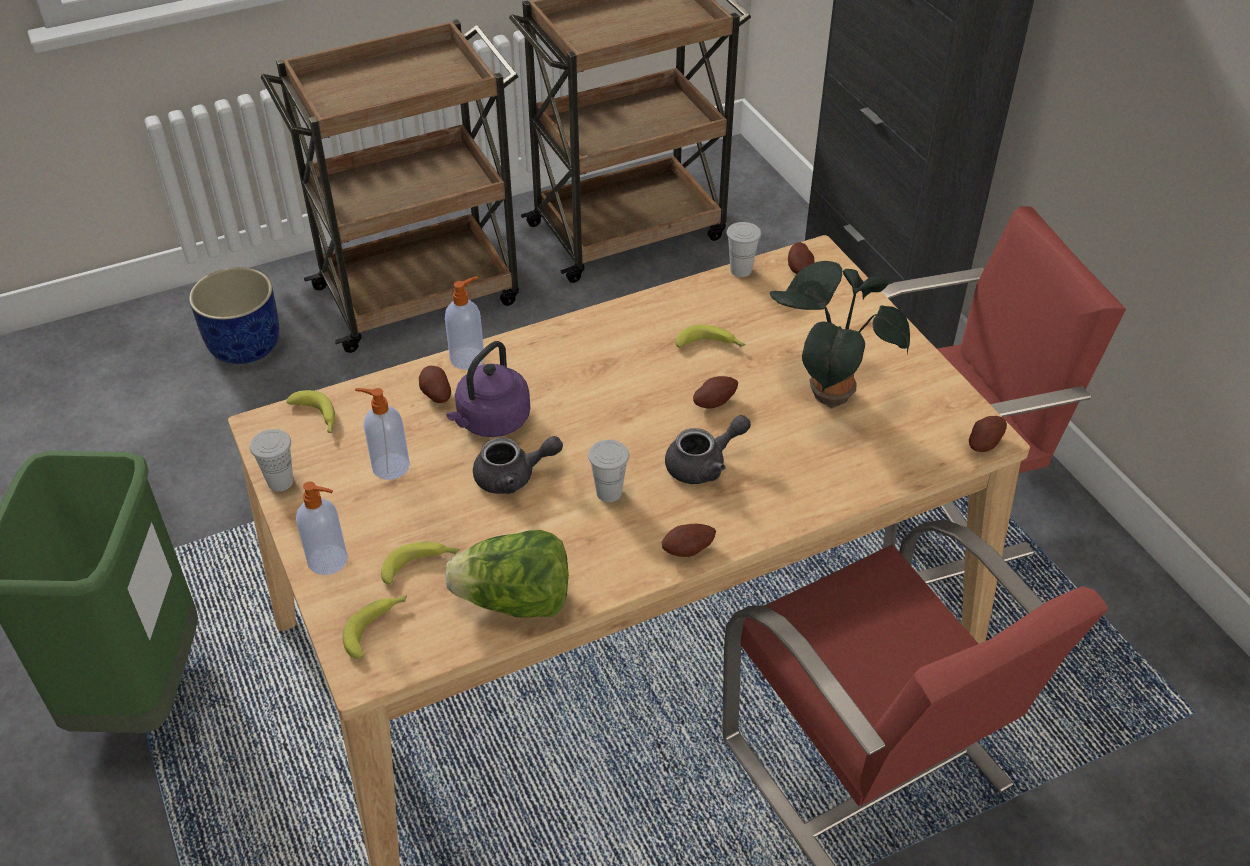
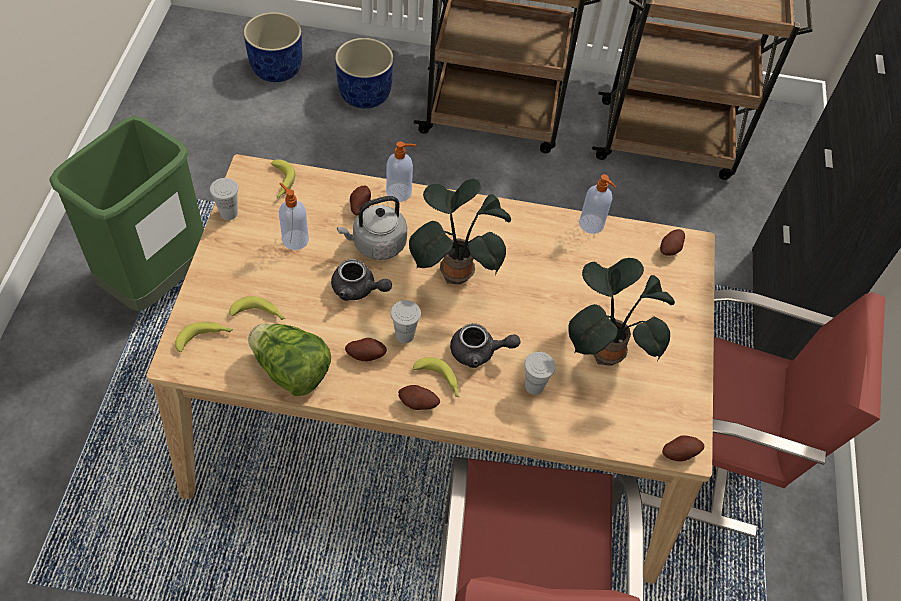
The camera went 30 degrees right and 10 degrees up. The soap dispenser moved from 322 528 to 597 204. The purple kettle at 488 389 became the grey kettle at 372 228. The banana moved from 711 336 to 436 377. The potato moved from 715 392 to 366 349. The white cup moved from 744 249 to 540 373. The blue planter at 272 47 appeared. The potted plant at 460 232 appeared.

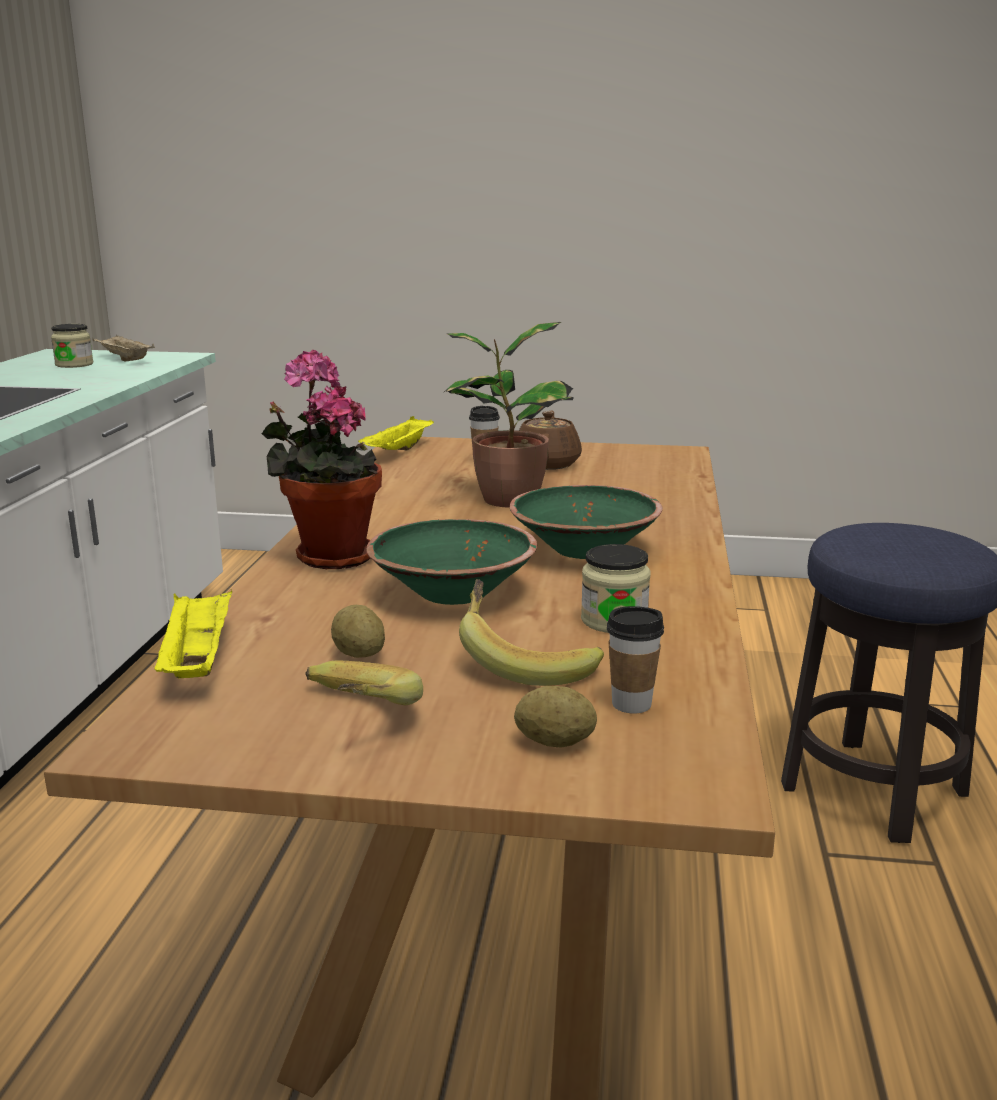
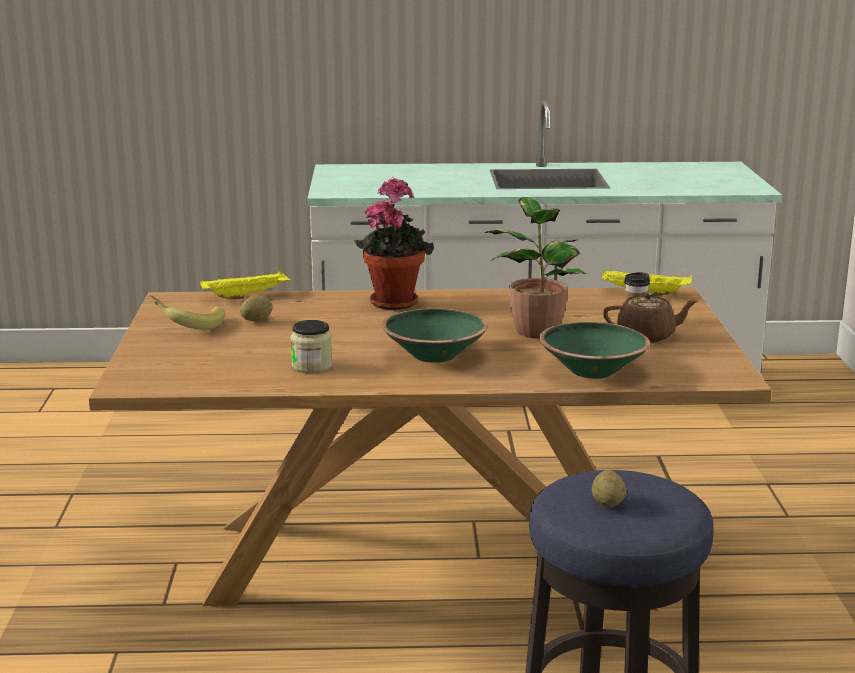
The camera went 80 degrees right and 0 degrees up. The jar at 72 346 disappeared. The beige tray at 124 347 disappeared. The green bowl moved from 451 562 to 595 350. The banana at 531 632 disappeared. The potato moved from 555 717 to 609 488. The cup at 635 660 disappeared.

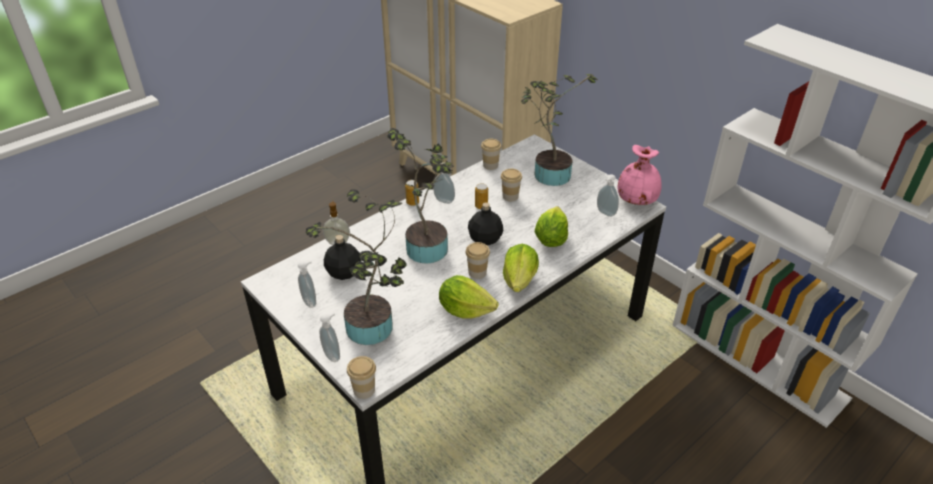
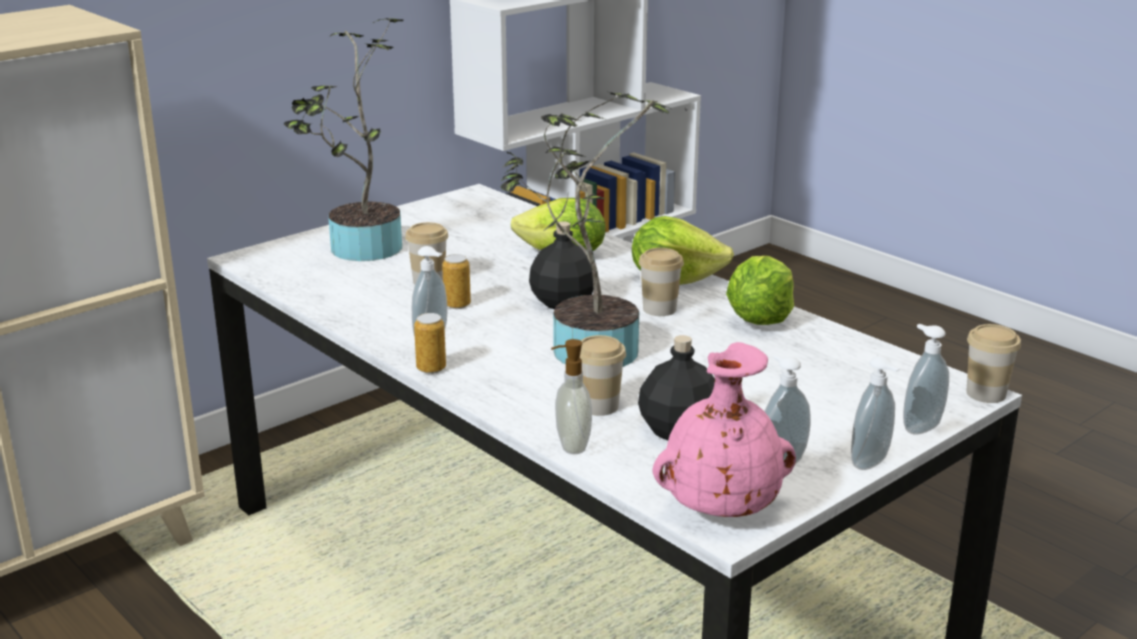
The camera went 90 degrees left and 15 degrees down. The potted plant at 356 267 disappeared. The cup moved from 491 154 to 602 375. The soap dispenser moved from 608 195 to 876 413. The pink vase moved from 640 175 to 724 429.

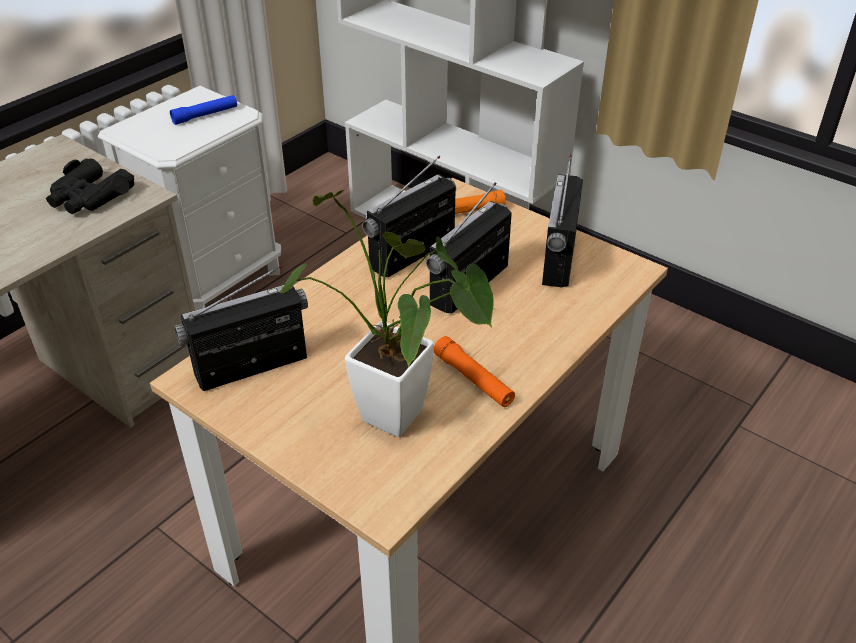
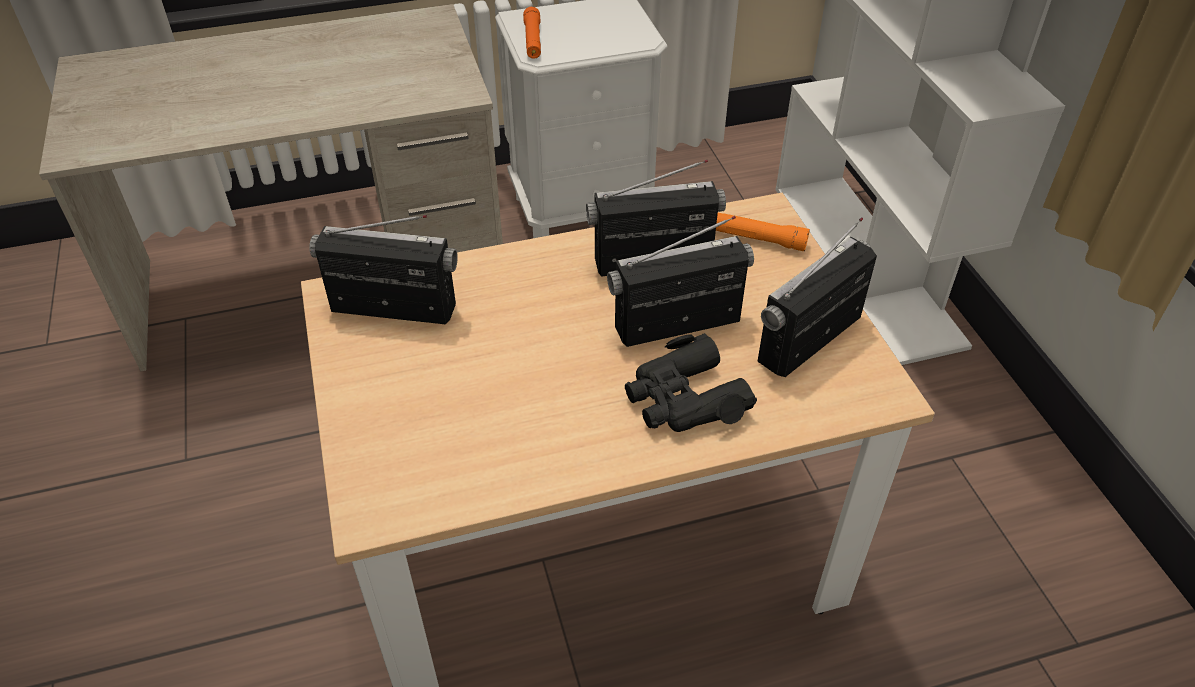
The camera went 35 degrees right and 5 degrees up. The black binoculars moved from 90 186 to 691 382. The blue flashlight at 203 110 disappeared. The potted plant at 387 313 disappeared. The orange flashlight moved from 474 371 to 532 33.

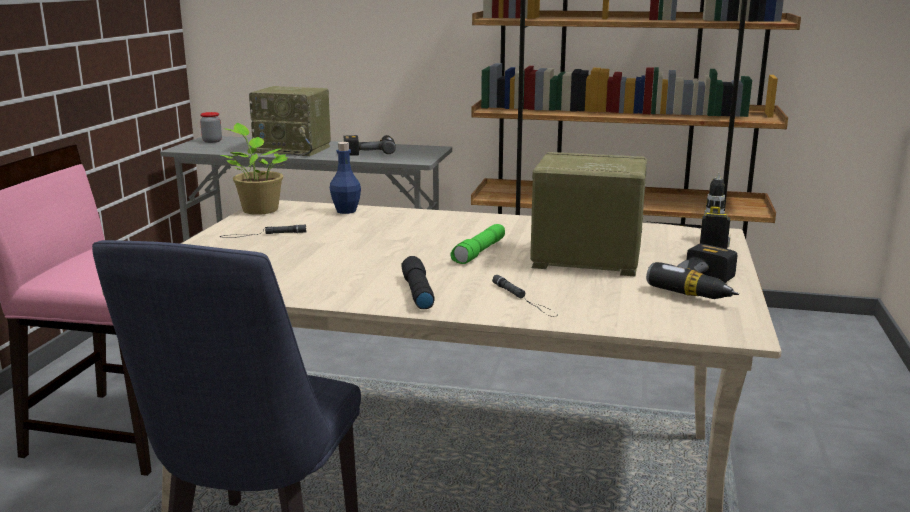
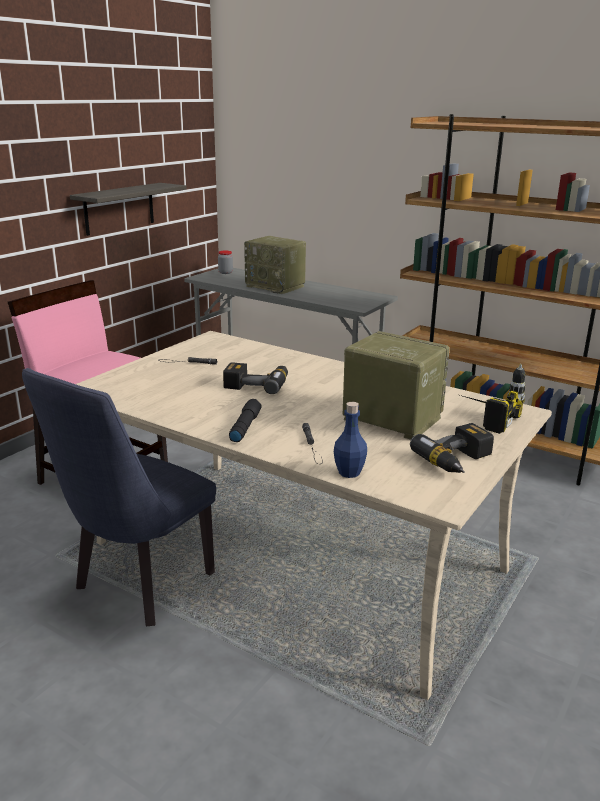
The camera went 20 degrees right and 5 degrees up. The potted plant at 254 169 disappeared. The blue bottle moved from 345 178 to 350 440. The power drill moved from 370 145 to 255 378. The green flashlight at 477 244 disappeared. The shelf at 128 209 appeared.

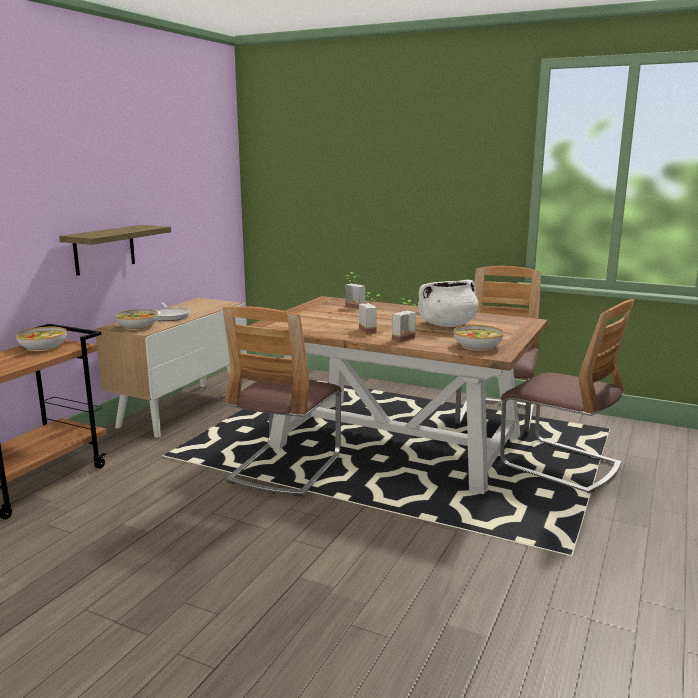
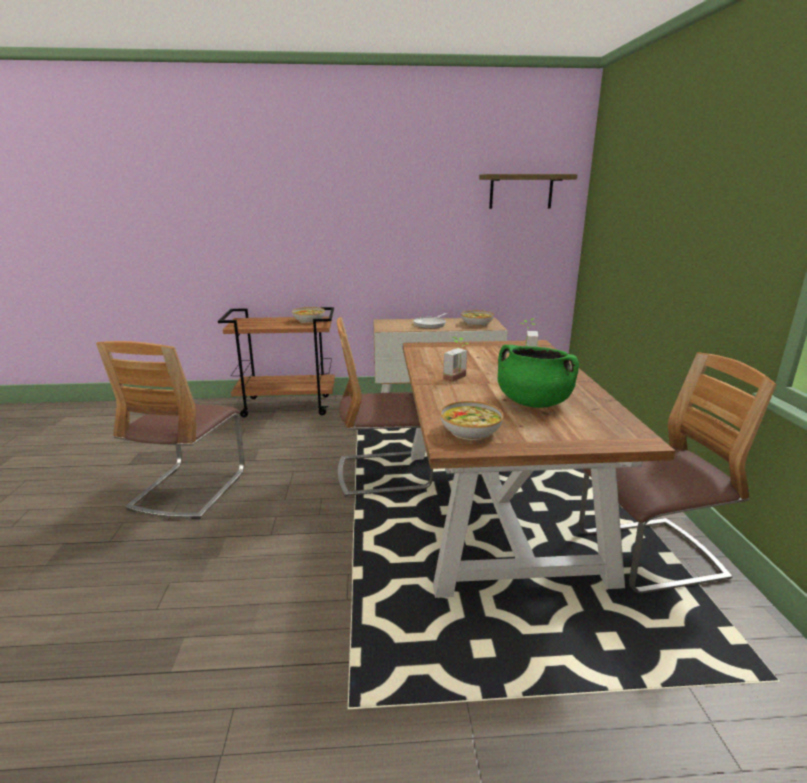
The camera went 60 degrees right and 5 degrees up. The shelf moved from 115 250 to 528 191. The bowl moved from 136 319 to 477 318. The potted plant at 404 320 disappeared. The white cooking pot at 448 303 became the green cooking pot at 538 376. The chair moved from 567 396 to 170 430.

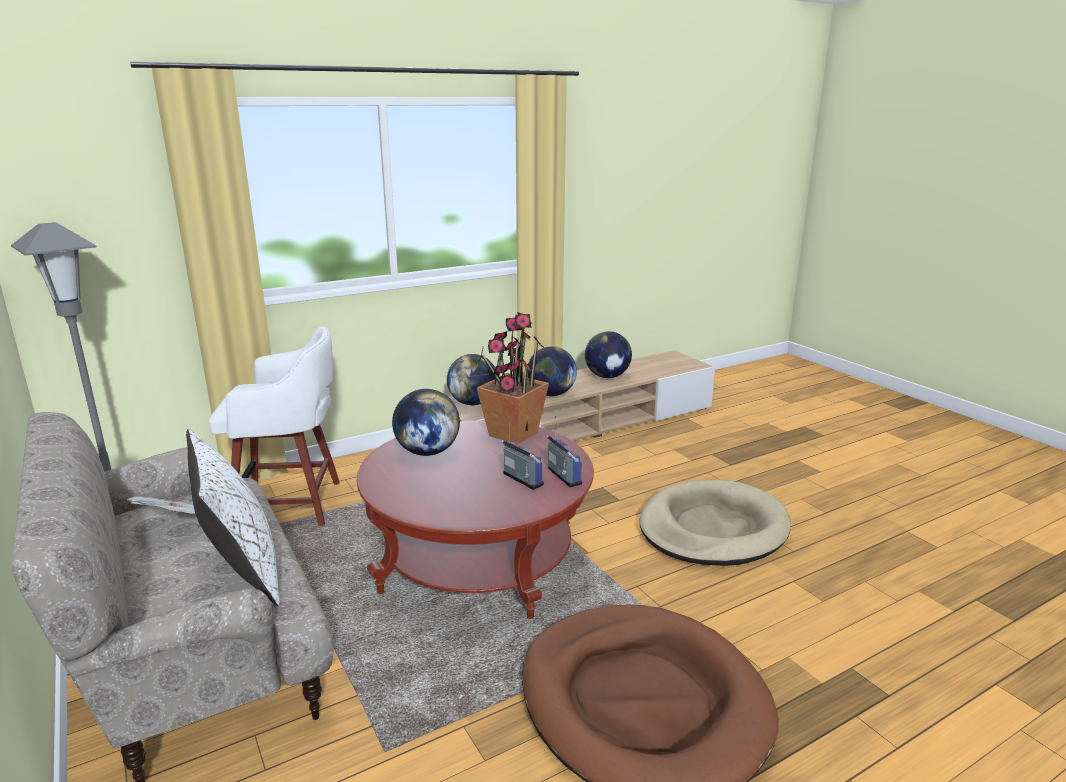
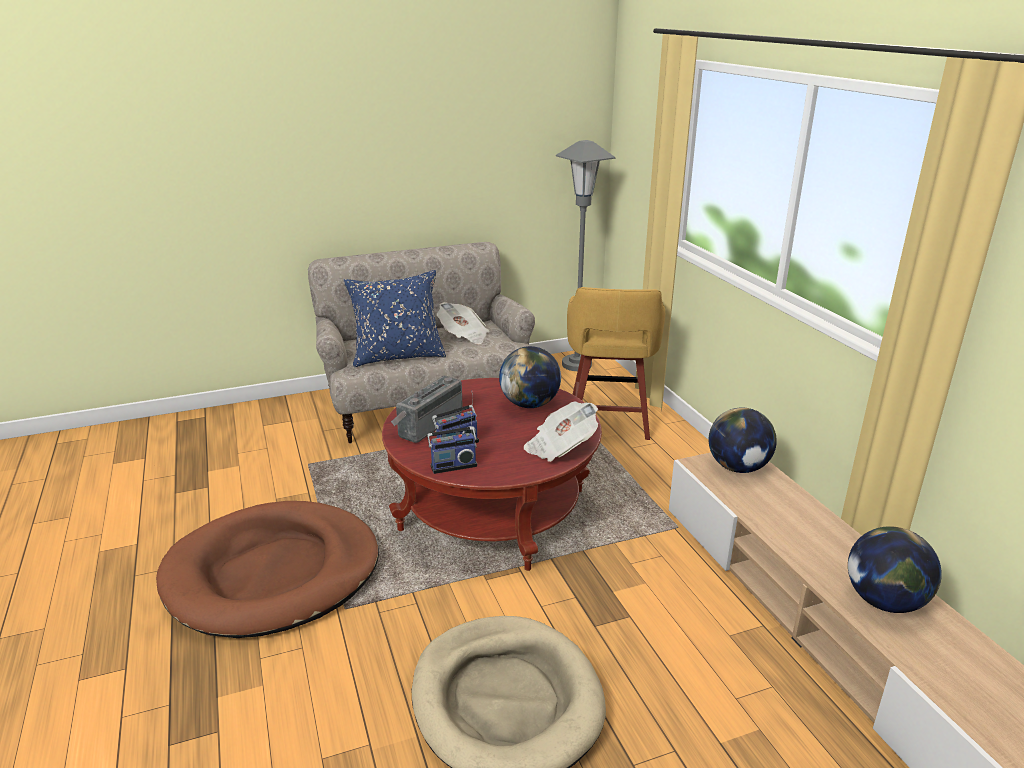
The camera went 100 degrees right and 5 degrees up. The white pillow at 233 517 became the blue pillow at 394 318. The white stool at 274 426 became the yellow stool at 616 363. The potted plant at 513 378 was replaced by the newspaper at 561 431. The globe at 552 371 disappeared. The radio at 427 409 appeared.

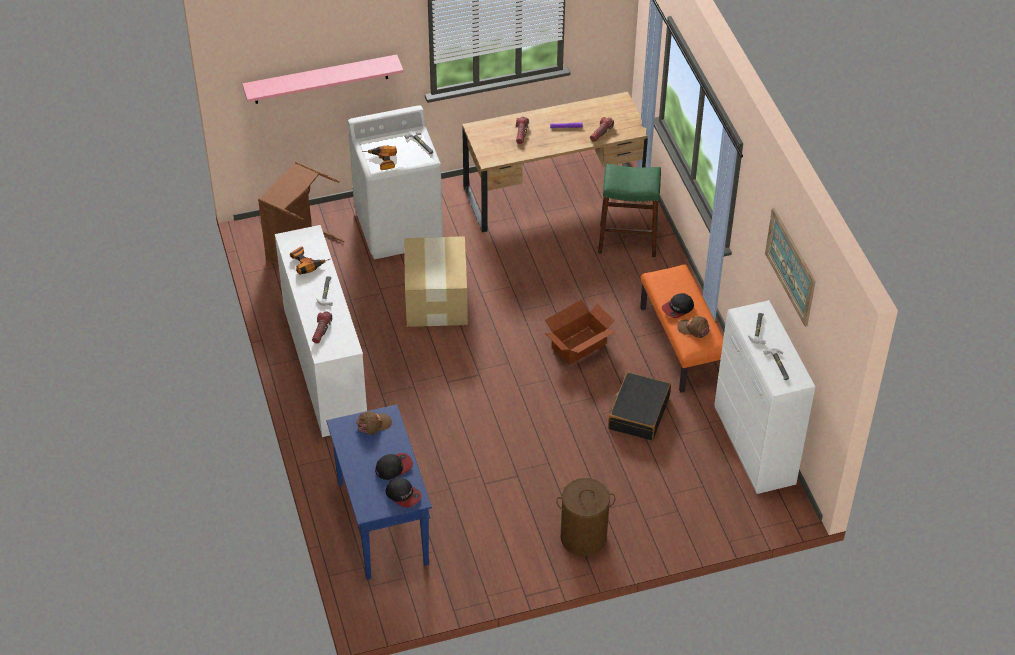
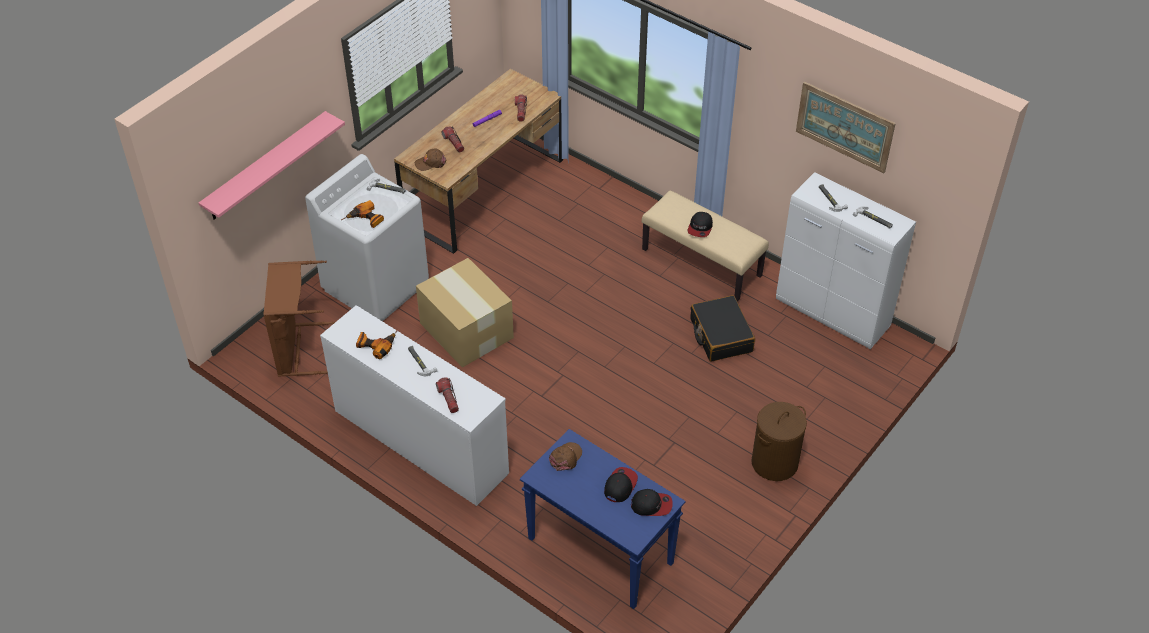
The camera went 35 degrees left and 0 degrees up. The cardboard box at 580 332 disappeared. The green stool at 629 210 disappeared. The orange bench at 681 328 became the beige bench at 705 246. The brown cap moved from 693 327 to 431 159.

